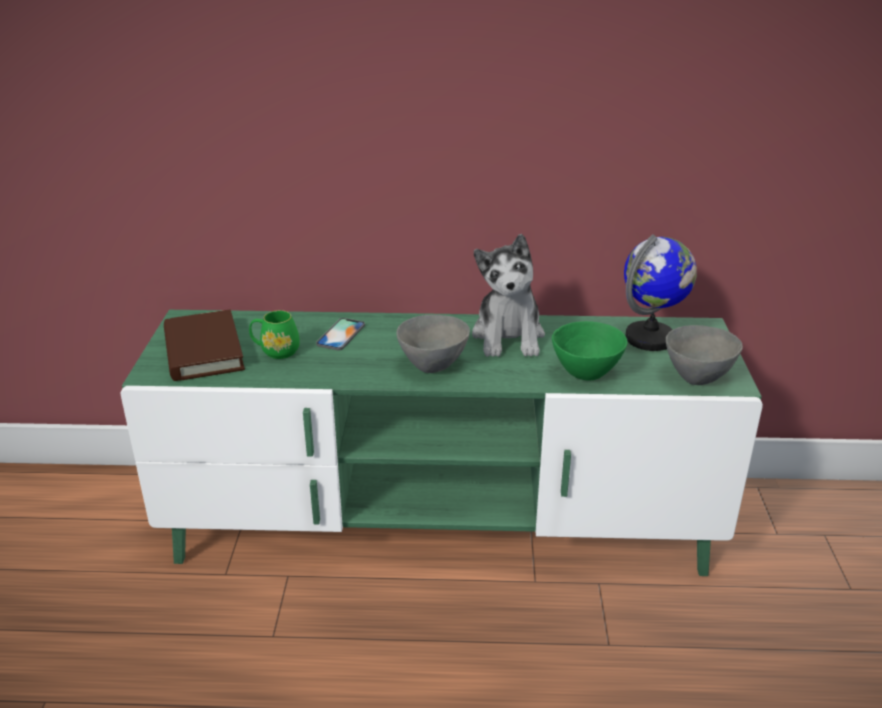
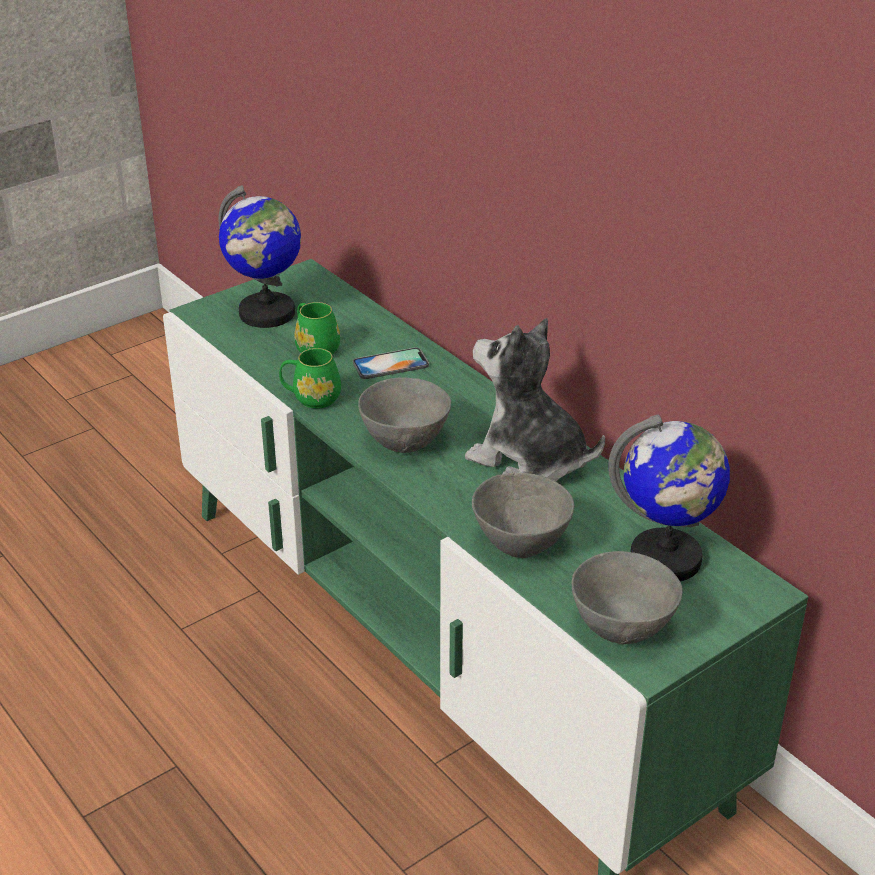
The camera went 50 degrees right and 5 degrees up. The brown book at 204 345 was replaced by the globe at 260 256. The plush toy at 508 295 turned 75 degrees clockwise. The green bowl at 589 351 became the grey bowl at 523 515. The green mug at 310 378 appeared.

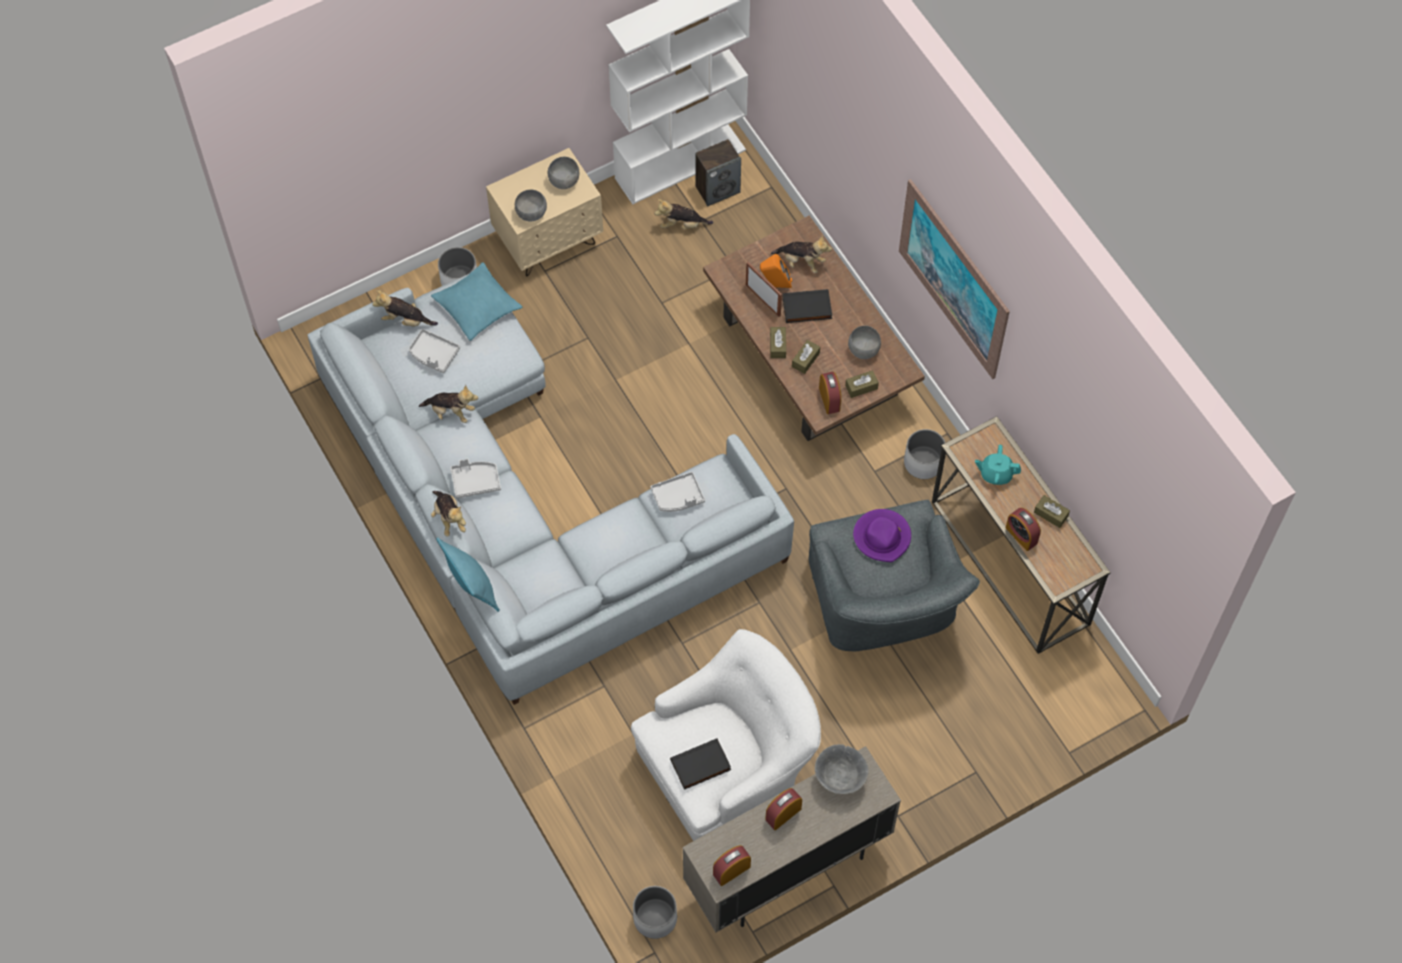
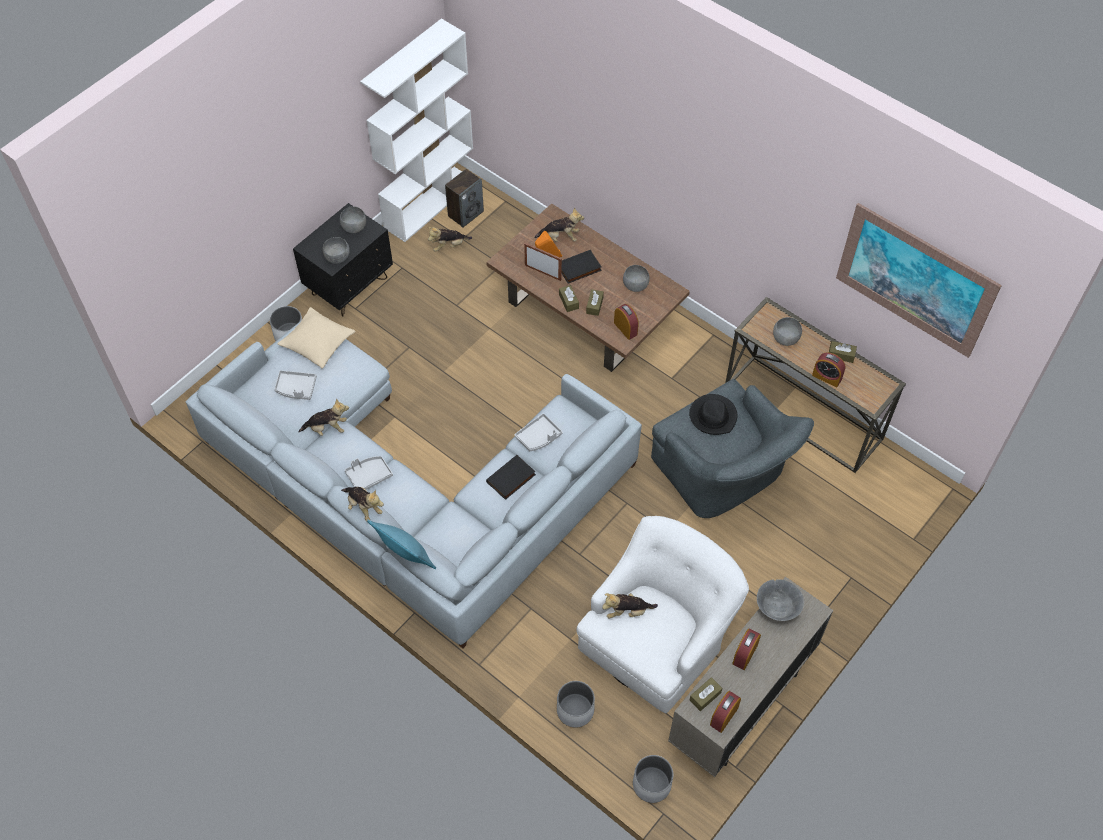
The camera went 20 degrees left and 5 degrees down. The plush toy moved from 405 308 to 630 605. The turquoise pillow at 476 301 became the beige pillow at 316 338. The beige nightstand at 544 212 became the black nightstand at 343 260. The black book moved from 700 764 to 511 477. The brown tissue box moved from 862 384 to 706 694. The purple hat at 882 535 became the black hat at 713 414. The picture moved from 954 279 to 919 280. The white planter moved from 924 454 to 576 704. The turquoise teapot at 998 465 was replaced by the grey bowl at 787 331.

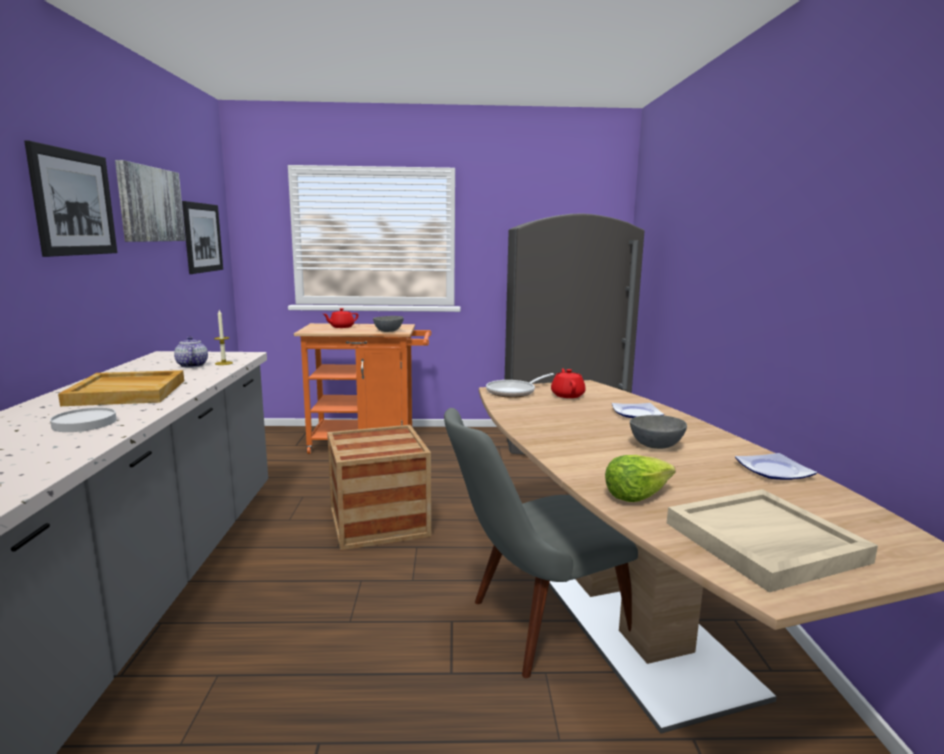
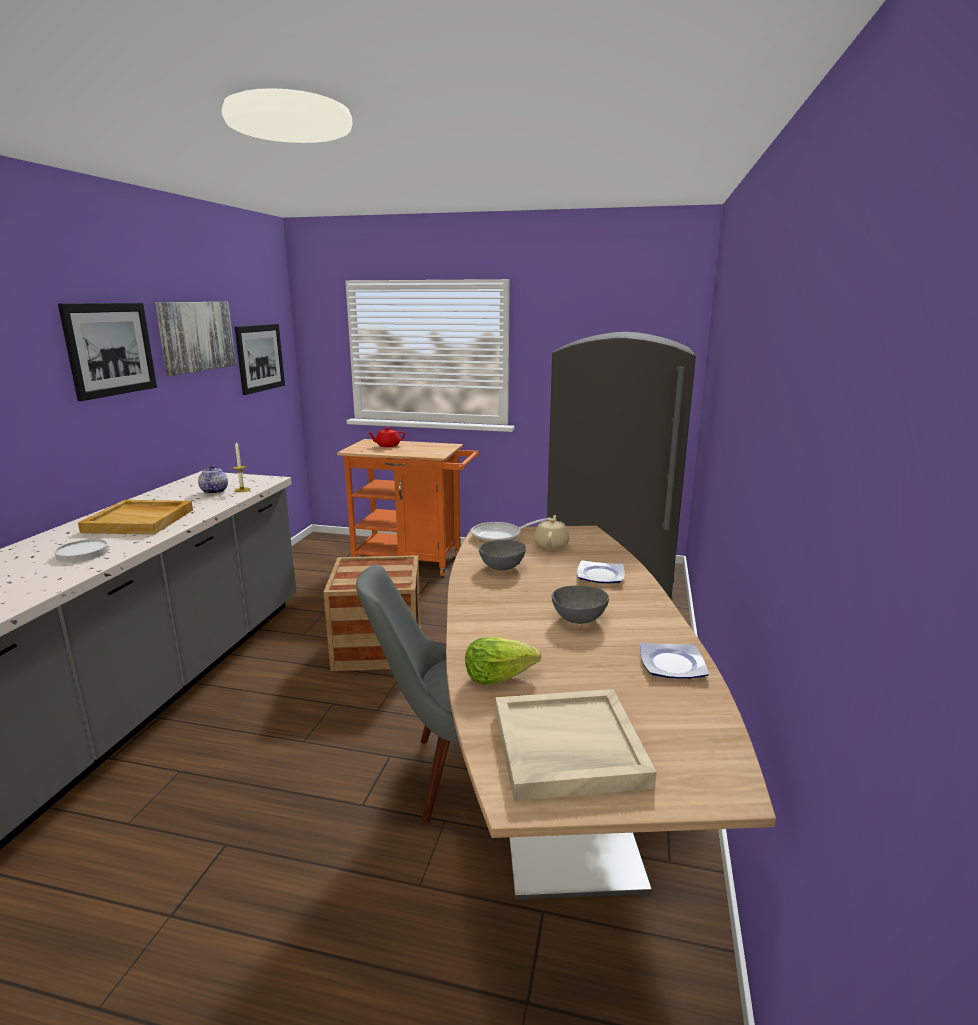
The camera went 15 degrees right and 5 degrees up. The grey bowl moved from 388 324 to 502 555. The red teapot at 568 383 became the beige teapot at 551 532.

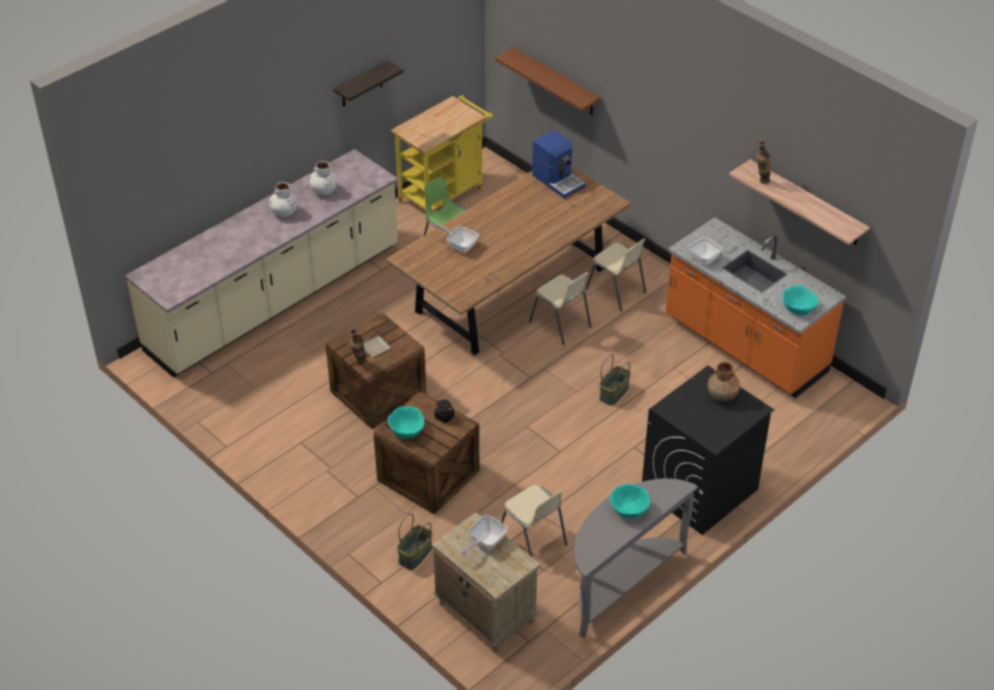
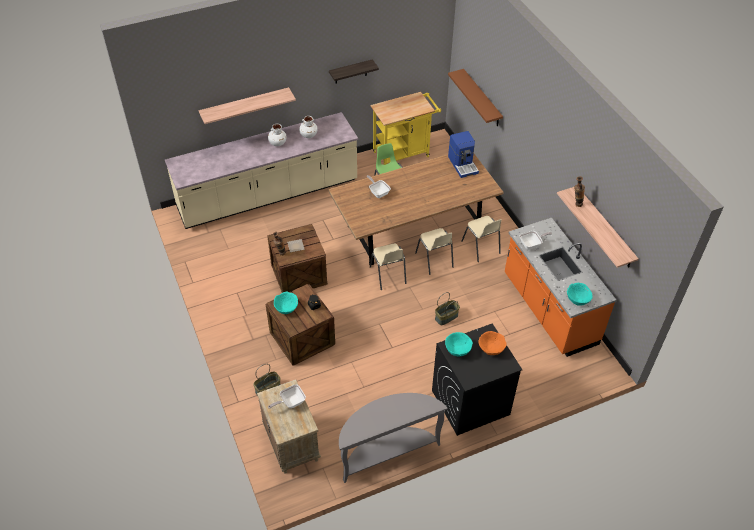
The camera went 20 degrees right and 5 degrees up. The beige chair moved from 534 521 to 388 266. The turquoise bowl moved from 630 501 to 459 344. The brown vase at 723 381 was replaced by the orange bowl at 493 343. The shelf at 247 105 appeared.

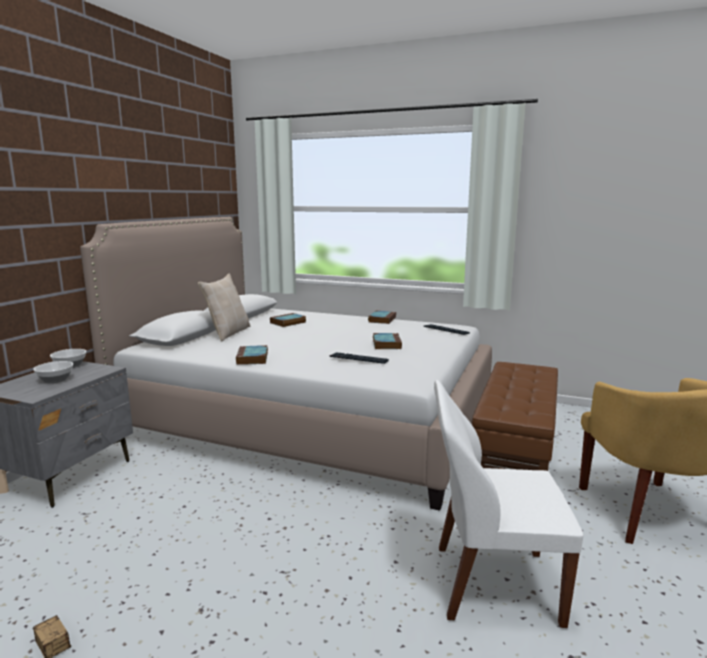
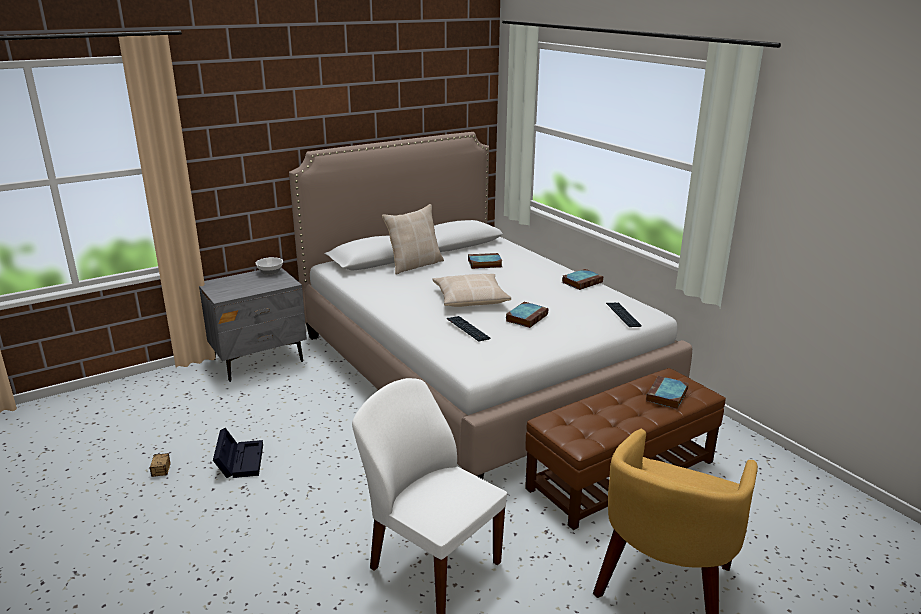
The camera went 35 degrees right and 10 degrees up. The bowl at 53 372 disappeared. The book moved from 252 355 to 667 392. The black storage box at 238 453 appeared. The beige pillow at 471 290 appeared.

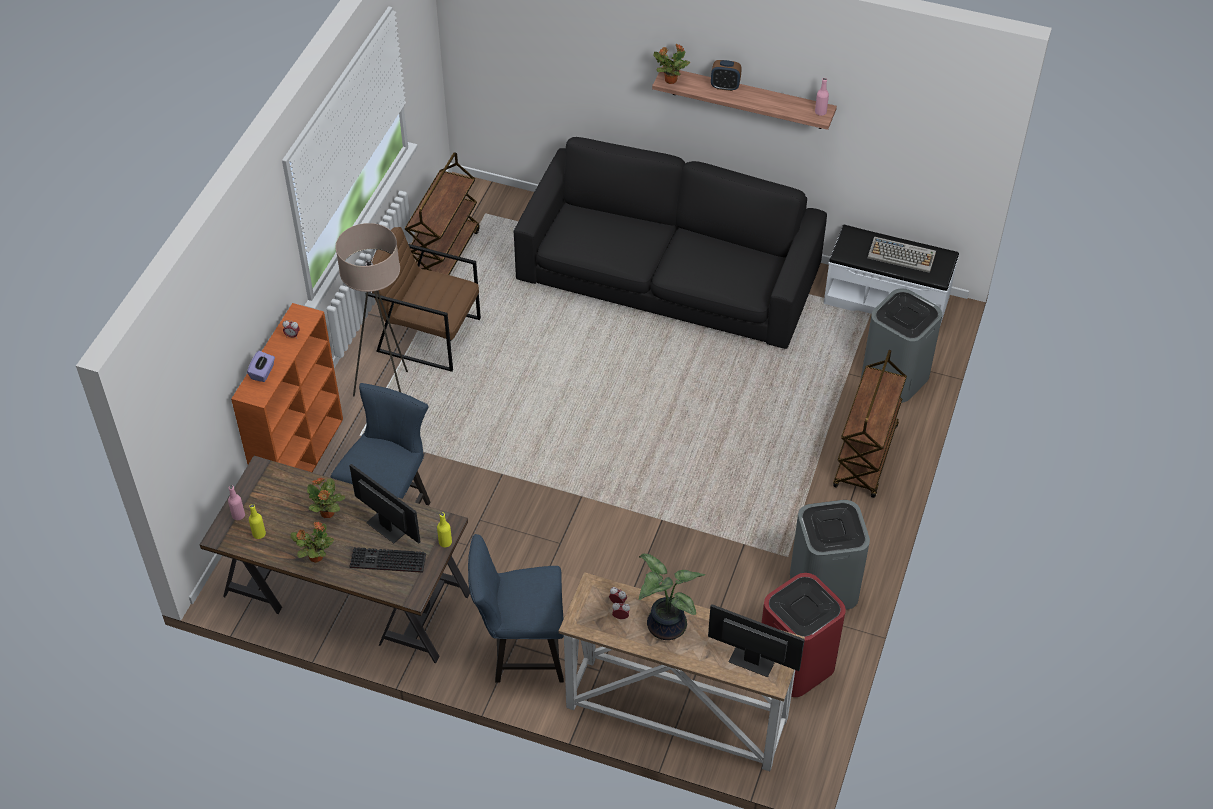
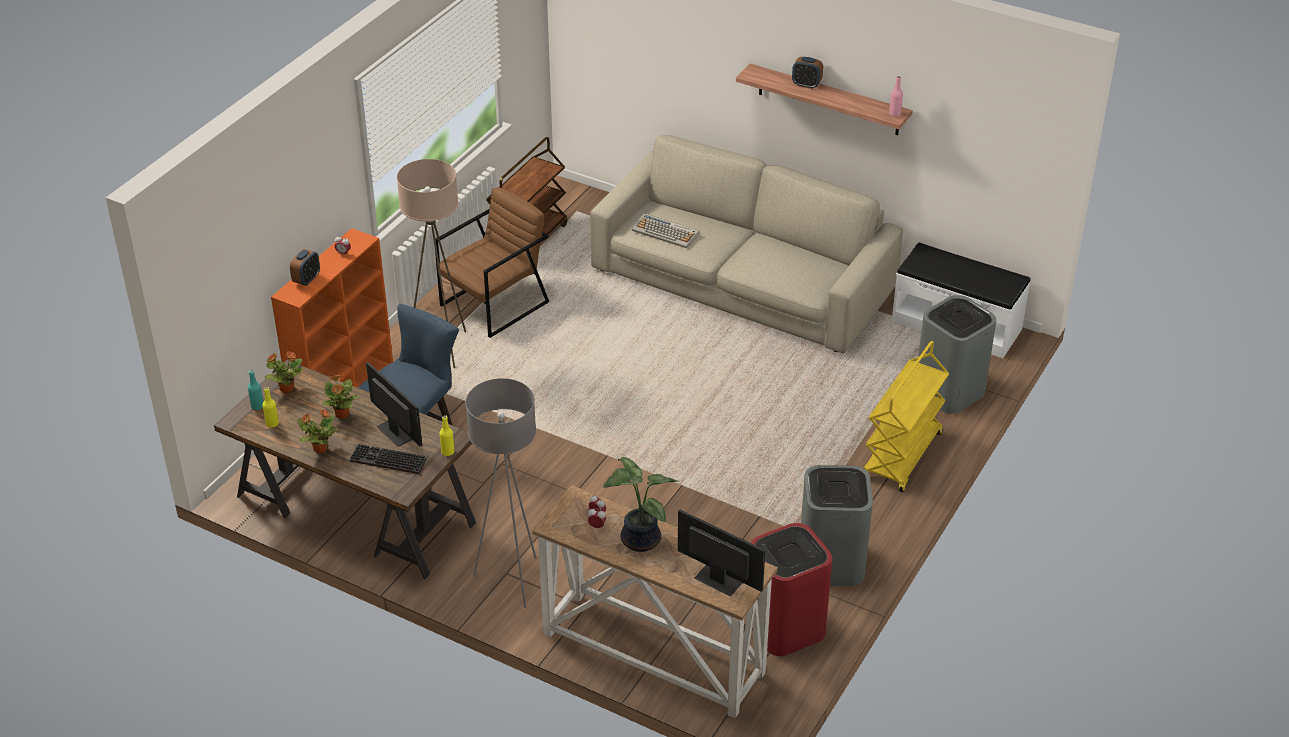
The camera went 10 degrees right and 10 degrees down. The pink bottle at 236 502 became the turquoise bottle at 255 390. The purple tissue box at 261 366 was replaced by the alarm clock at 305 267. The brown armchair at 424 299 turned 105 degrees clockwise. The blue chair at 516 608 was replaced by the grey floor lamp at 501 493. The black sofa at 670 243 became the beige sofa at 746 244. The potted plant moved from 671 64 to 283 372. The brown cart at 870 424 became the yellow cart at 906 416. The keyboard moved from 902 254 to 665 230.

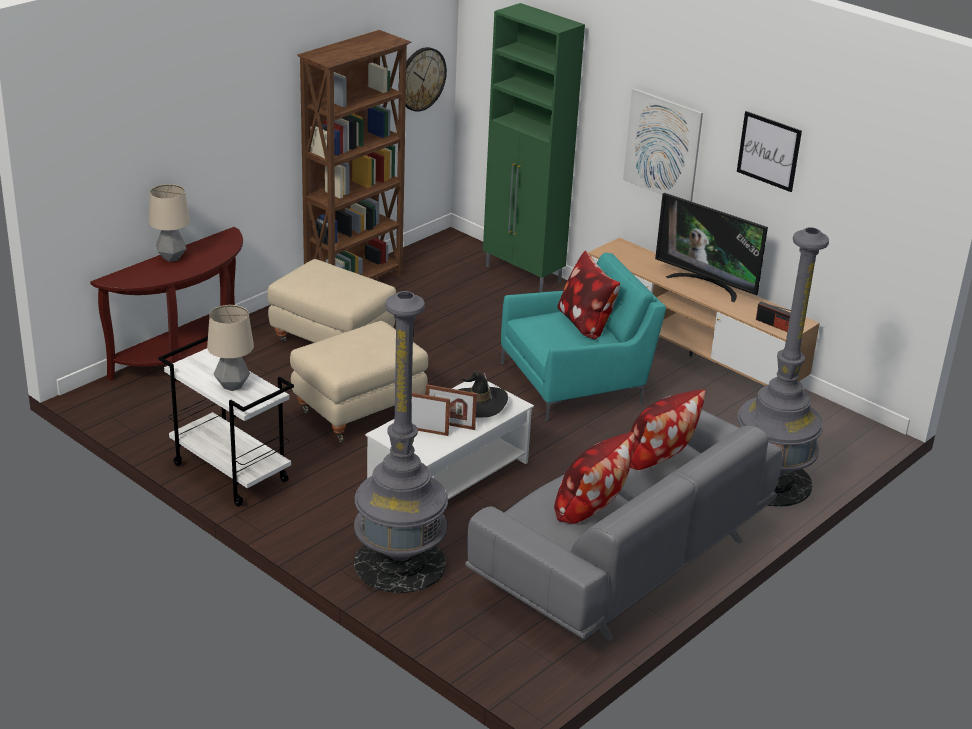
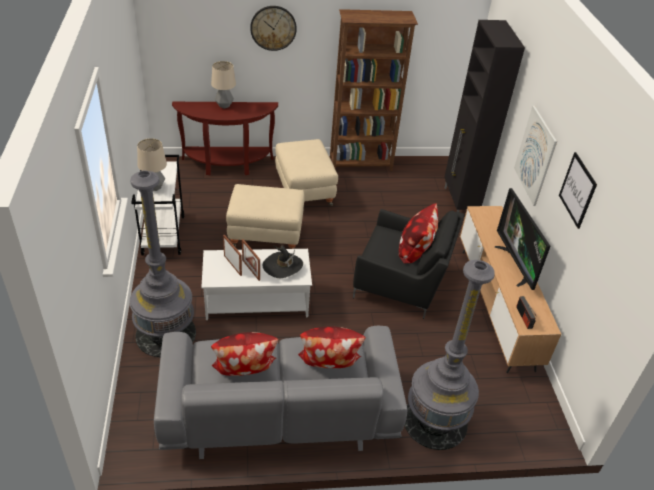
The camera went 40 degrees right and 10 degrees up. The wall clock moved from 422 79 to 273 28. The green cabinet at 534 147 became the black cabinet at 484 116. The turquoise armchair at 583 337 became the black armchair at 408 264.

